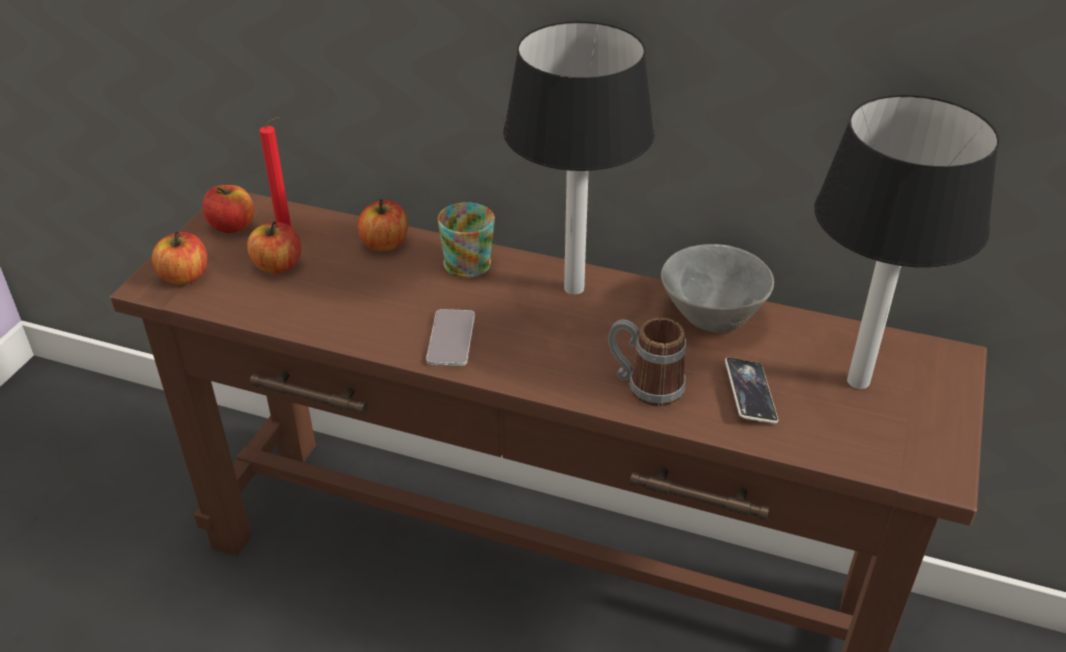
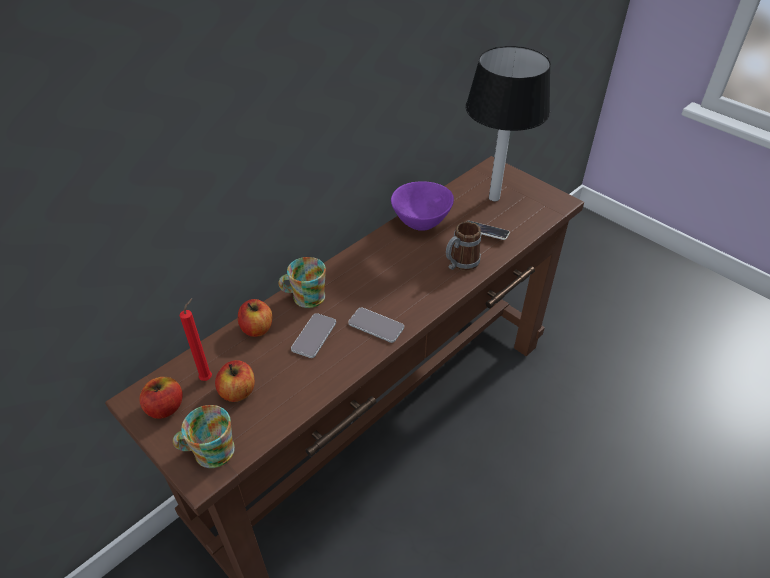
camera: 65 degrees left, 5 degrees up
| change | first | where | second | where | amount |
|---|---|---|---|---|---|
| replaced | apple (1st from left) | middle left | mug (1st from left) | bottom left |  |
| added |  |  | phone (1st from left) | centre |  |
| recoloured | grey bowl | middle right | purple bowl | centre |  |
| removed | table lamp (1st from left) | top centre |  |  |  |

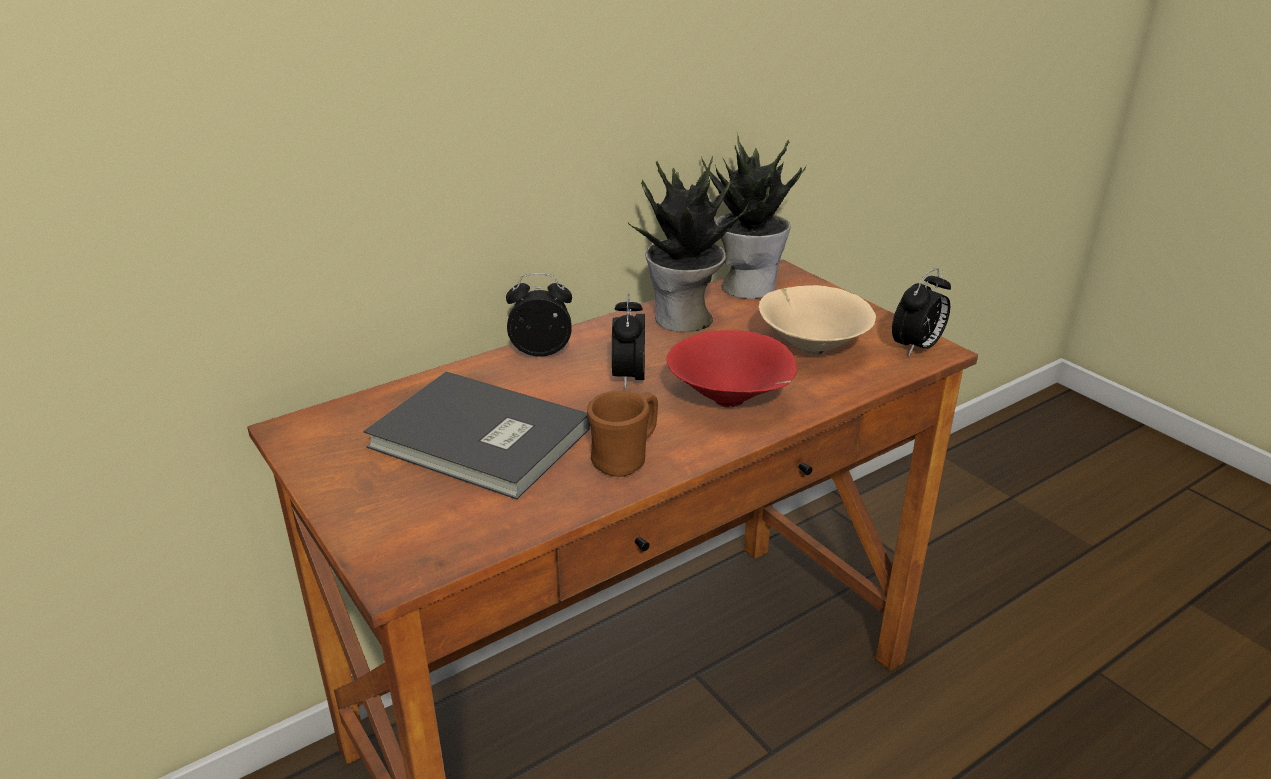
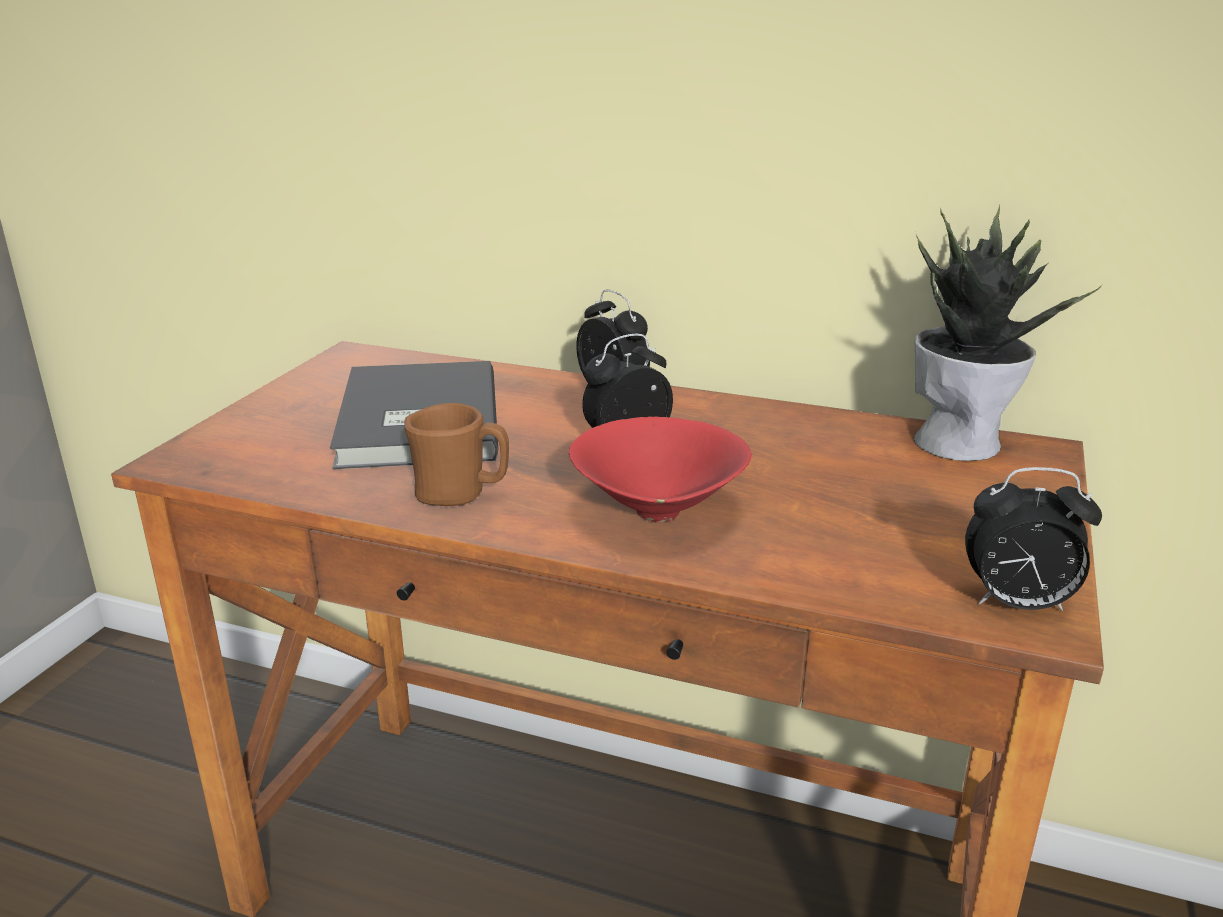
camera: 55 degrees right, 5 degrees down
| change | first | where | second | where | amount |
|---|---|---|---|---|---|
| removed | potted plant (1st from left) | top centre |  |  |  |
| removed | beige bowl | centre |  |  |  |

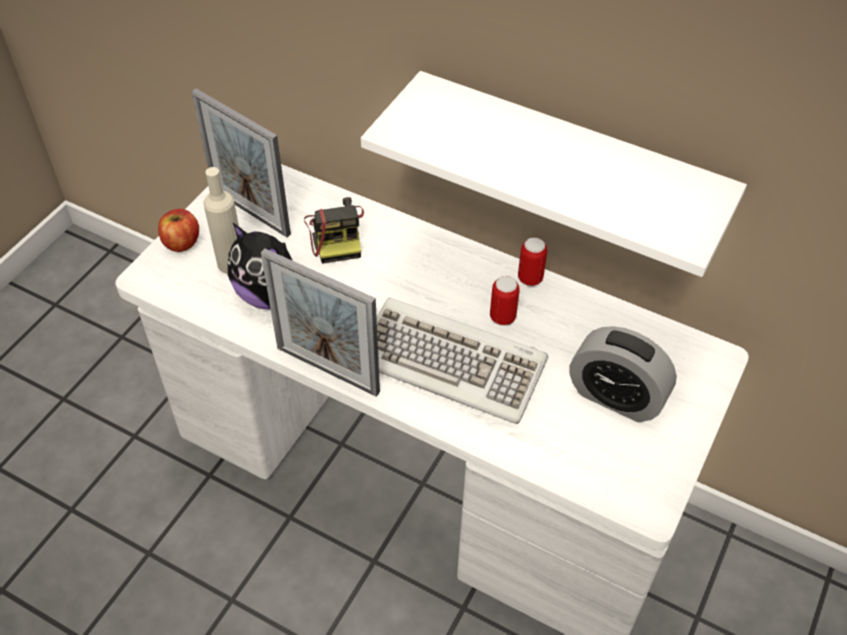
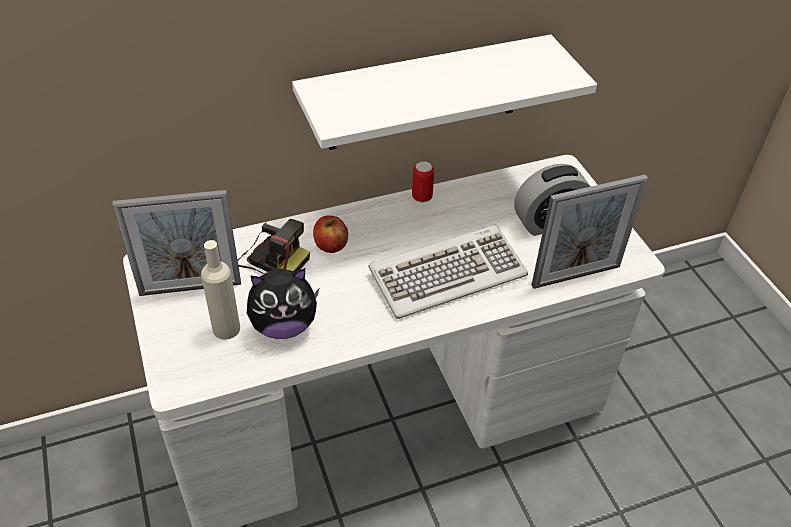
camera: 50 degrees left, 5 degrees down
| change | first | where | second | where | amount |
|---|---|---|---|---|---|
| moved | apple | middle left |  | centre |  |
| moved | picture frame (2nd from left) | centre |  | middle right |  |
| removed | can (1st from left) | centre |  |  |  |

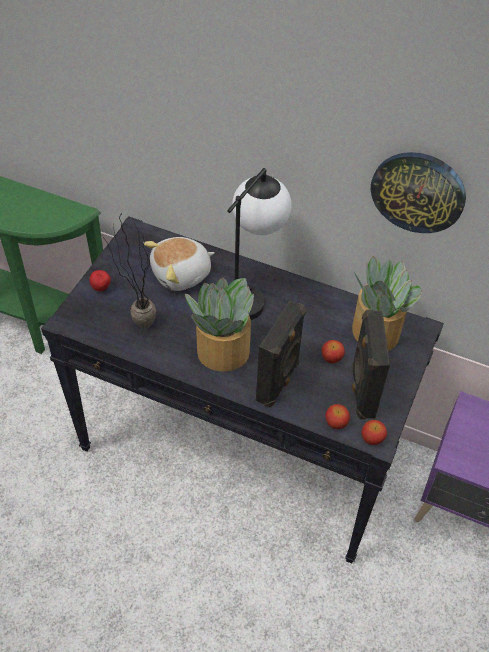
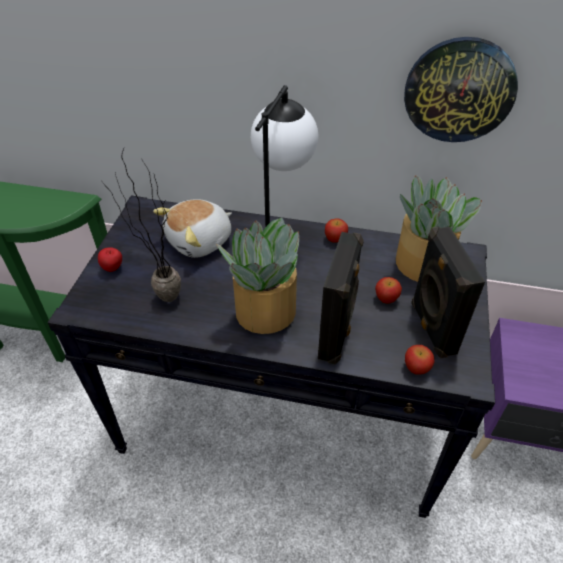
camera: 10 degrees left, 5 degrees down
| change | first | where | second | where | amount |
|---|---|---|---|---|---|
| moved | apple (4th from left in the first image) | middle right | apple (2nd from left) | centre |  |

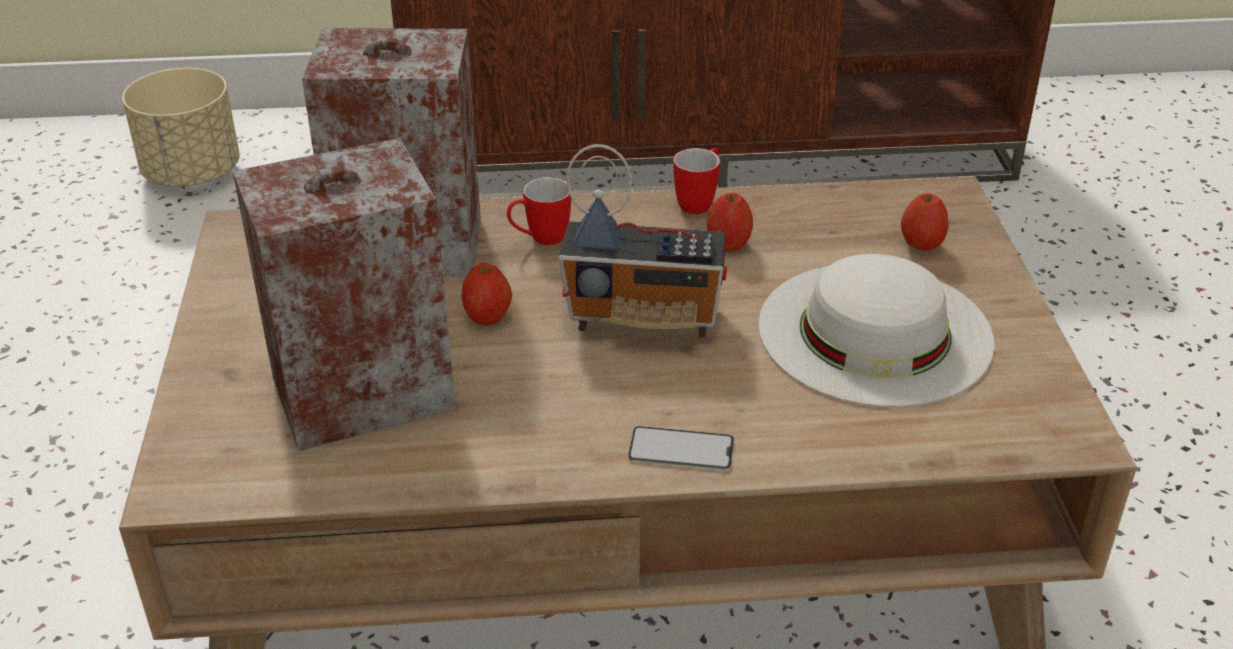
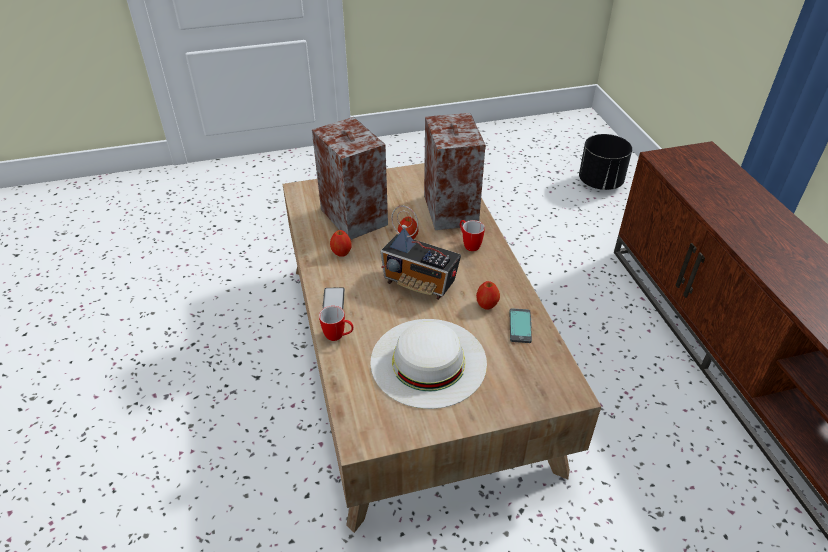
camera: 80 degrees right, 5 degrees up
| change | first | where | second | where | amount |
|---|---|---|---|---|---|
| moved | mug (2nd from left in the first image) | top centre | mug (1st from left) | centre |  |
| moved | apple (3rd from left in the first image) | middle right | apple (1st from left) | centre |  |
| turned | radio | centre |  | centre | 60 degrees counterclockwise |
| added |  |  | phone (2nd from left) | centre |  |
| recoloured | beige planter | top left | black planter | top right |  |

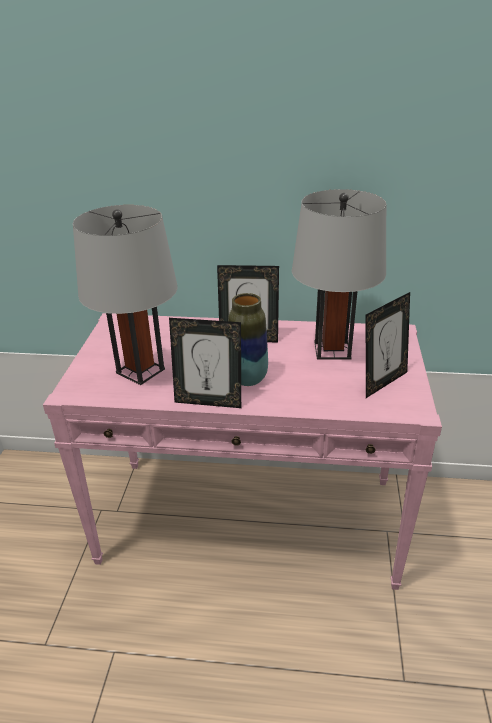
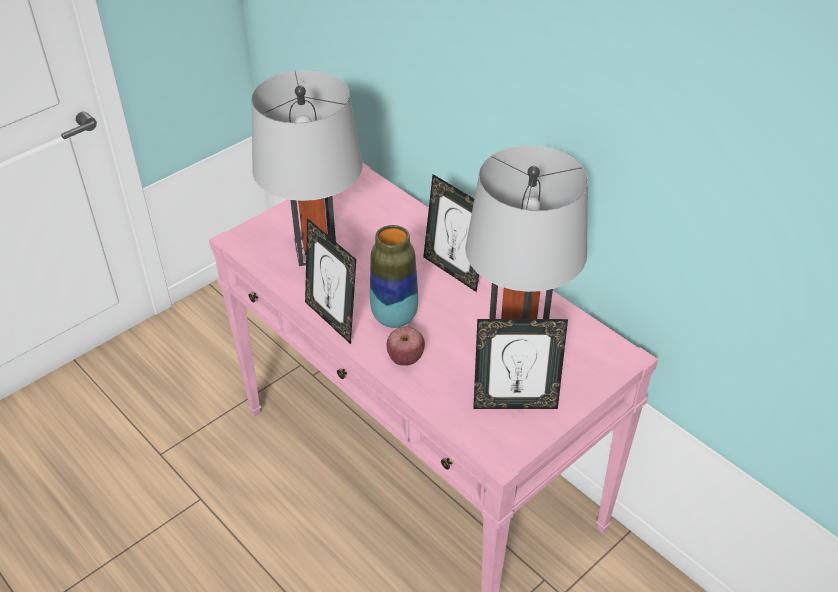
camera: 40 degrees right, 10 degrees up
| change | first | where | second | where | amount |
|---|---|---|---|---|---|
| added |  |  | apple | centre |  |

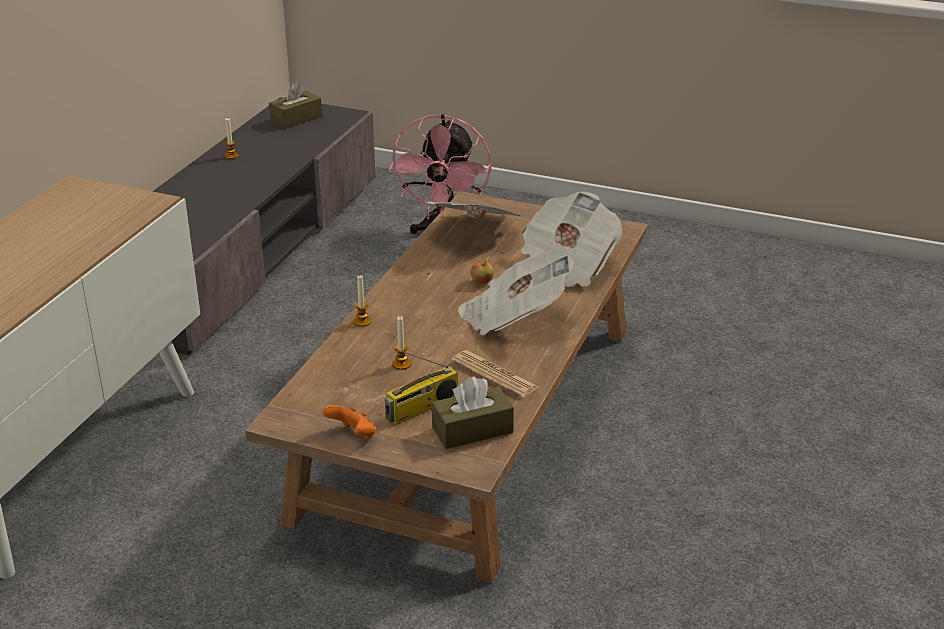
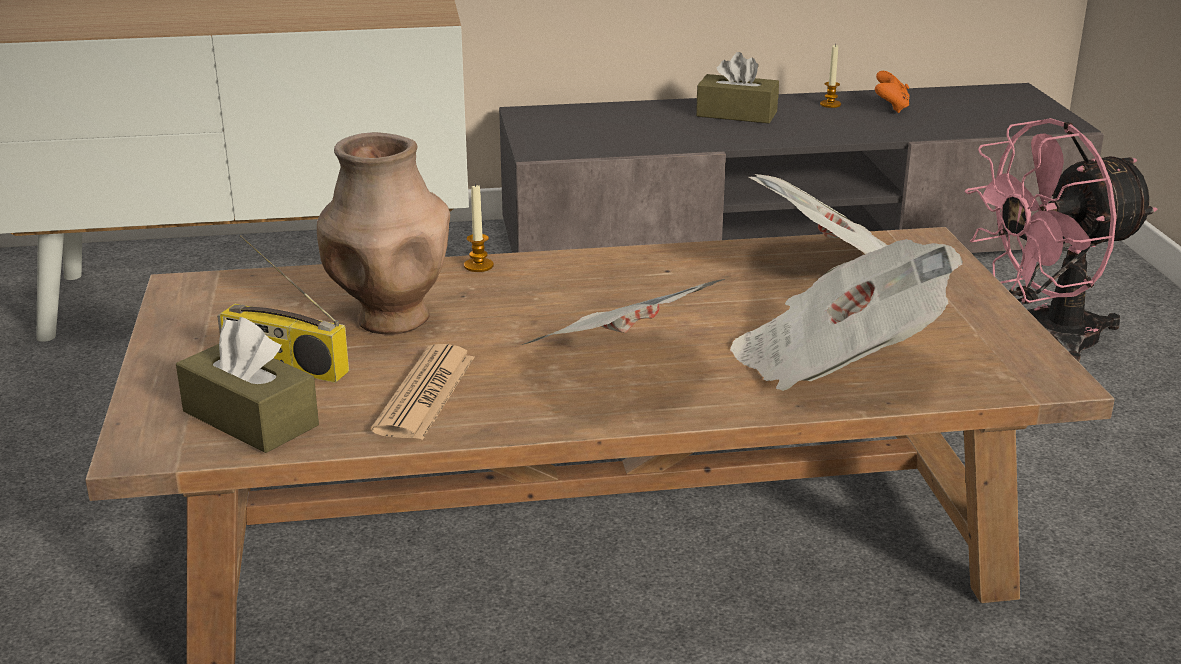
camera: 60 degrees right, 5 degrees down
| change | first | where | second | where | amount |
|---|---|---|---|---|---|
| replaced | candle (3rd from left) | centre | brown vase | middle left |  |
| moved | brown tissue box (1st from left in the first image) | top left | brown tissue box (2nd from left) | top centre |  |
| moved | orange game controller | bottom centre |  | top right |  |
| removed | apple | centre |  |  |  |

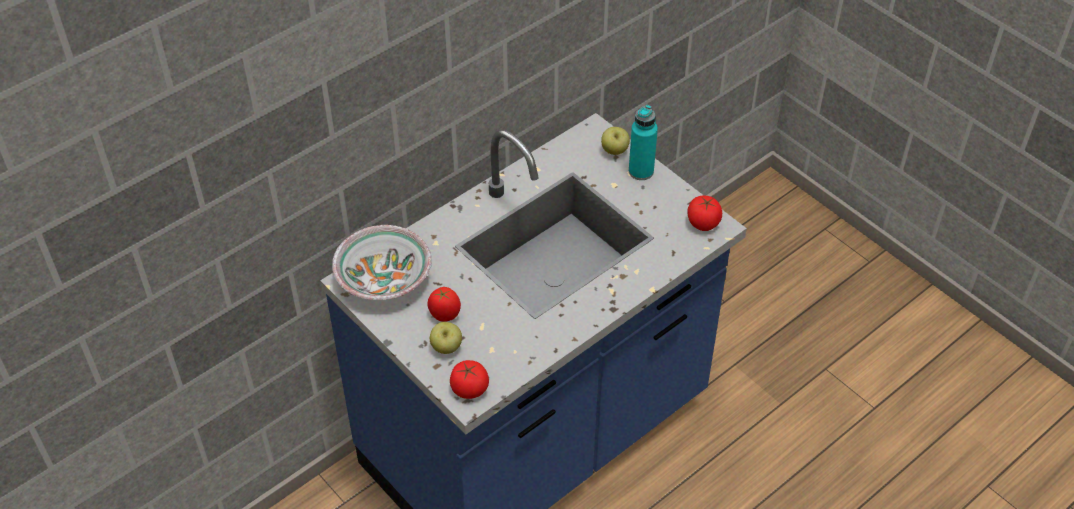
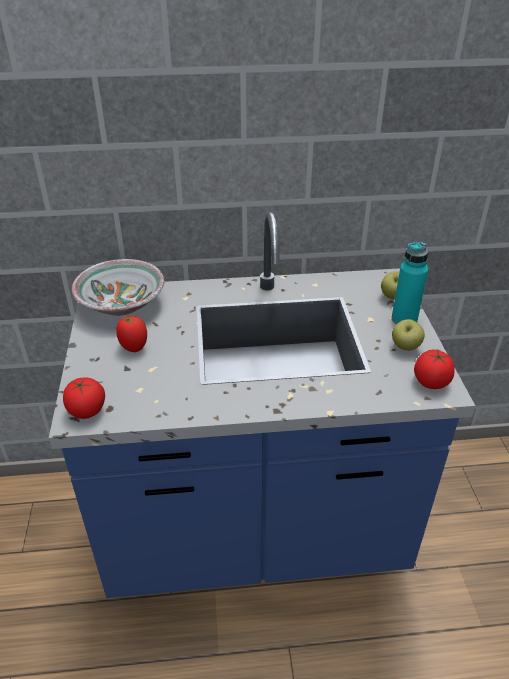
camera: 35 degrees right, 10 degrees down
| change | first | where | second | where | amount |
|---|---|---|---|---|---|
| moved | apple (1st from left in the first image) | centre | apple (2nd from left) | middle right |  |

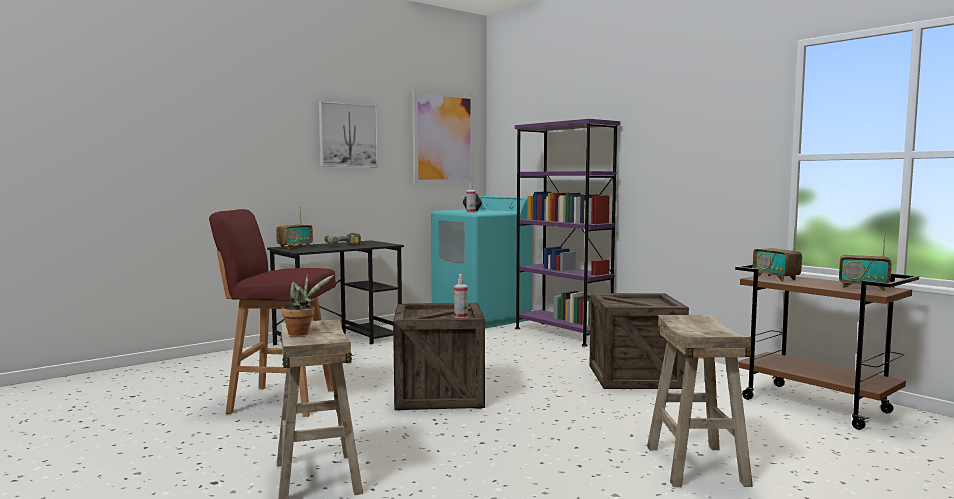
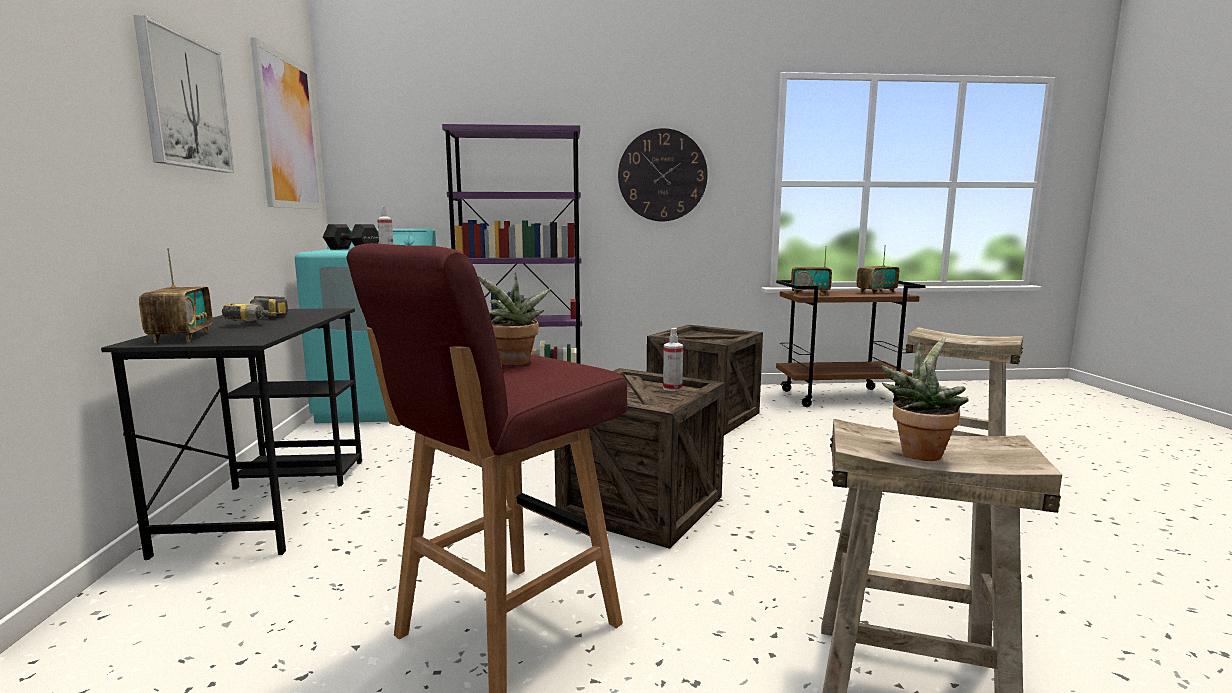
camera: 55 degrees left, 5 degrees up
| change | first | where | second | where | amount |
|---|---|---|---|---|---|
| added |  |  | potted plant (1st from left) | centre |  |
| added |  |  | wall clock | top centre |  |

